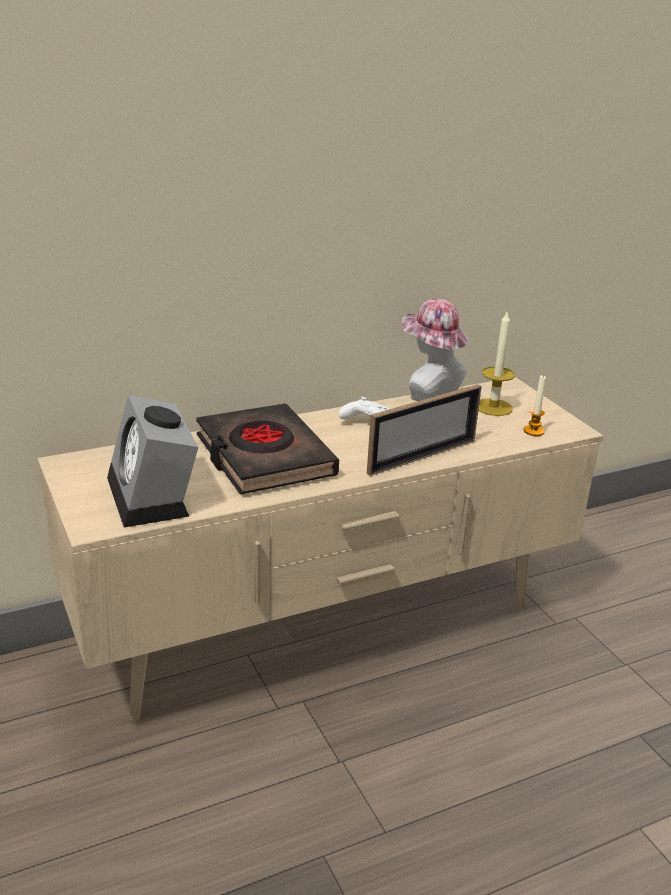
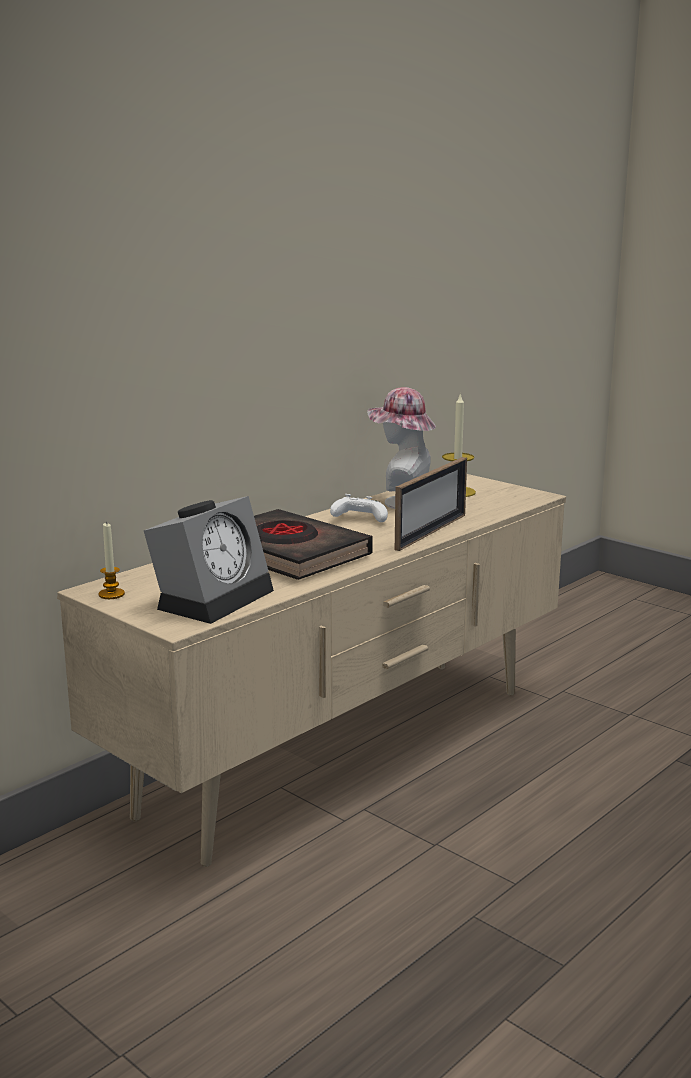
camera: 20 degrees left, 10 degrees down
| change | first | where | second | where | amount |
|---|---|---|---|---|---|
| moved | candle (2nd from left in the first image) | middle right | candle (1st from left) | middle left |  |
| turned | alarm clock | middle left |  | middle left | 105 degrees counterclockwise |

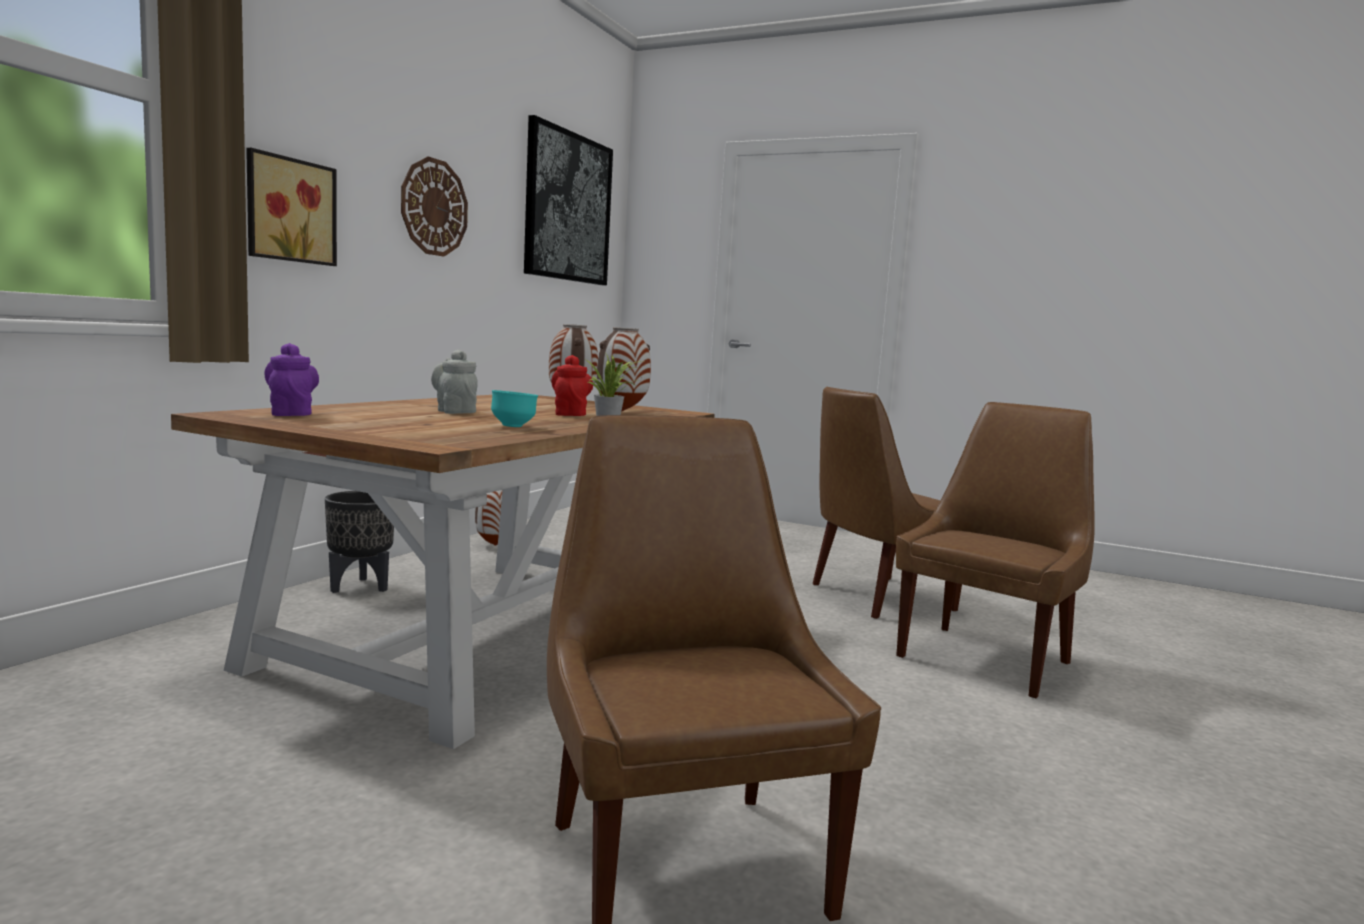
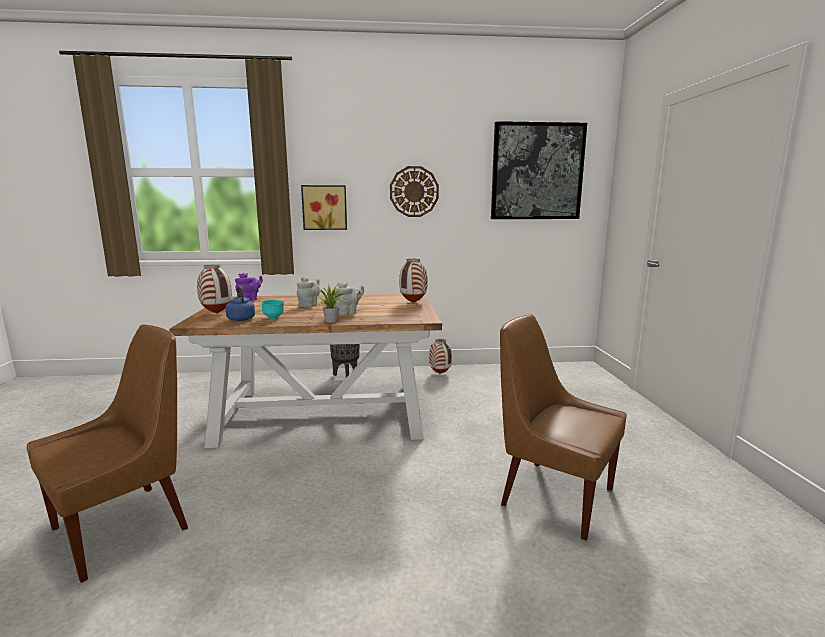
camera: 60 degrees right, 5 degrees up
| change | first | where | second | where | amount |
|---|---|---|---|---|---|
| moved | vase (3rd from left in the first image) | centre | vase (1st from left) | middle left |  |
| added |  |  | blue kettle | middle left |  |
| recoloured | red teapot | centre | grey teapot (2nd from left) | centre |  |
| removed | brown chair (3rd from left) | middle right |  |  |  |

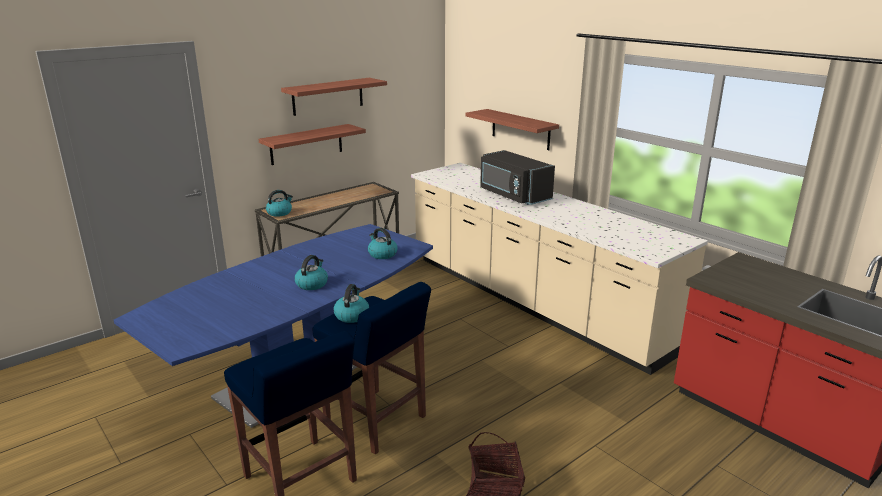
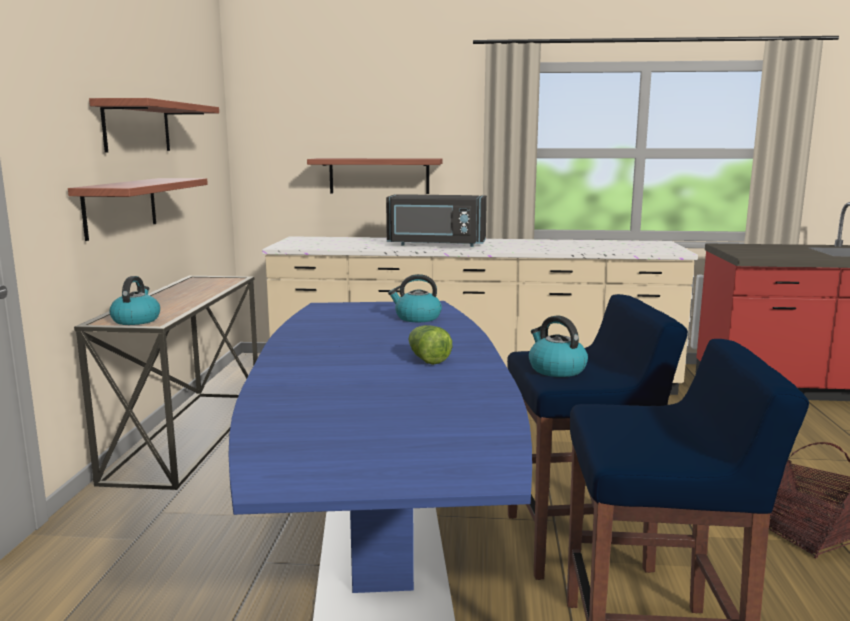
camera: 45 degrees left, 10 degrees down
| change | first | where | second | where | amount |
|---|---|---|---|---|---|
| replaced | kettle (2nd from left) | centre | lettuce | centre |  |

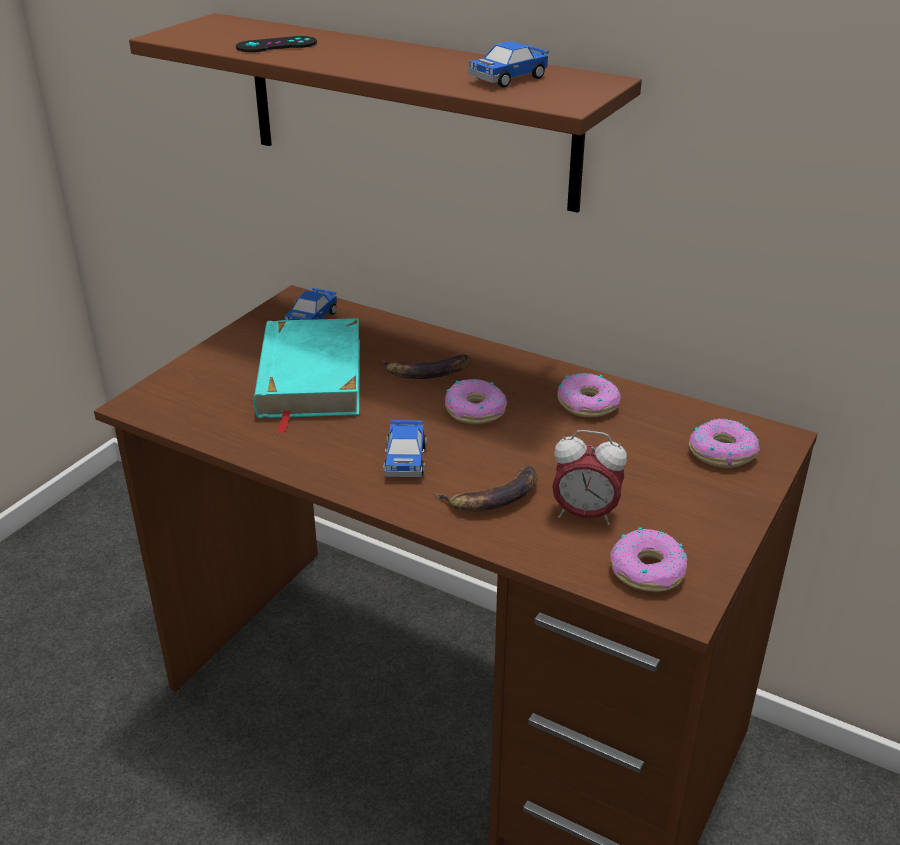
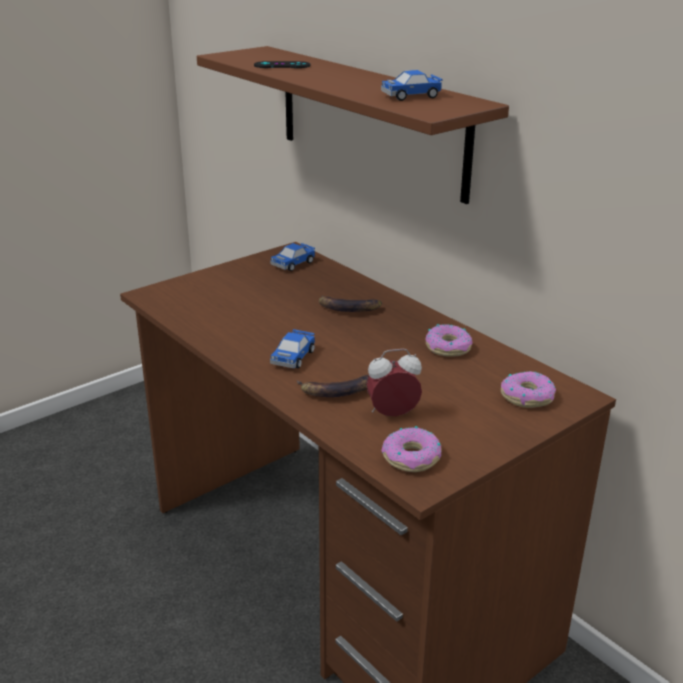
camera: 20 degrees right, 5 degrees down
| change | first | where | second | where | amount |
|---|---|---|---|---|---|
| turned | alarm clock | centre |  | centre | 135 degrees clockwise |
| removed | turquoise book | centre |  |  |  |
| removed | donut (1st from left) | centre |  |  |  |

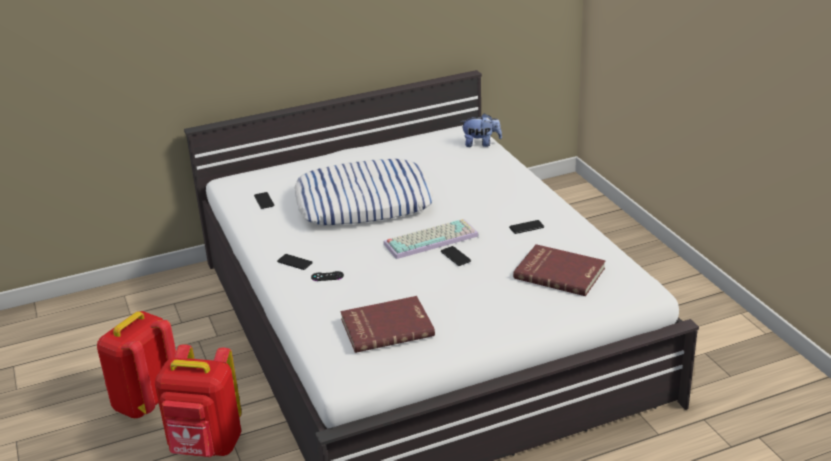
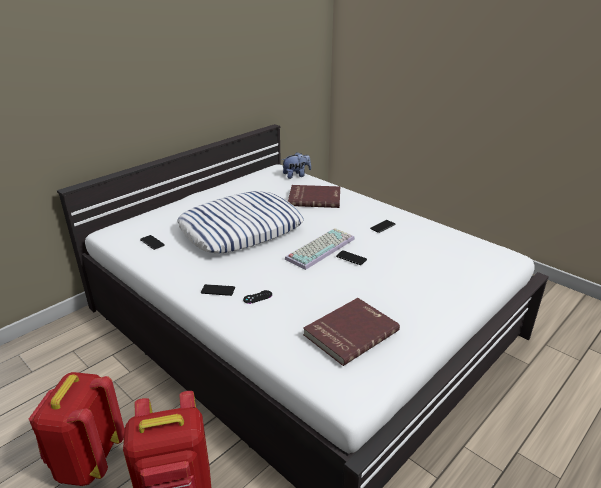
camera: 25 degrees left, 0 degrees up
| change | first | where | second | where | amount |
|---|---|---|---|---|---|
| moved | red book (2nd from left in the first image) | middle right | red book (1st from left) | centre |  |

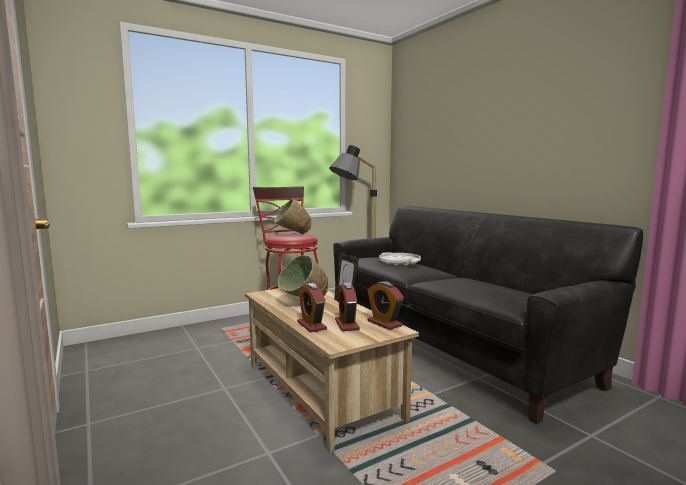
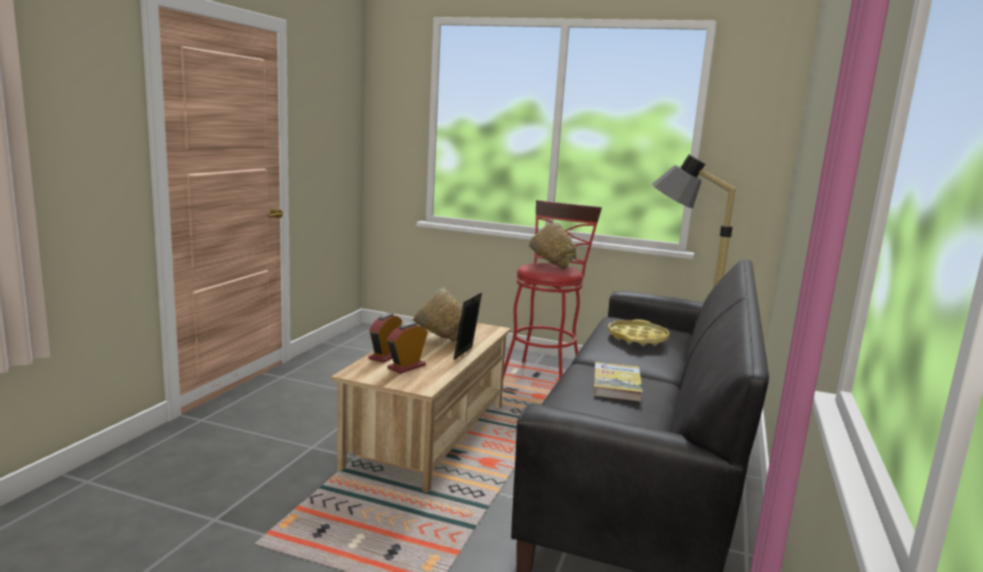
camera: 50 degrees right, 5 degrees up
| change | first | where | second | where | amount |
|---|---|---|---|---|---|
| added |  |  | book | centre |  |
| recoloured | white tray | centre | yellow tray | centre |  |
| removed | alarm clock (3rd from left) | centre |  |  |  |

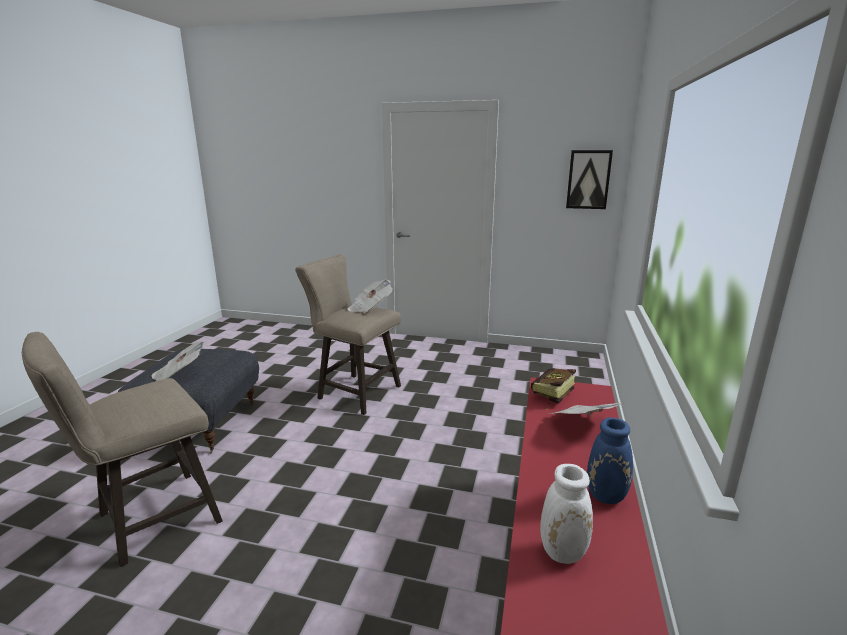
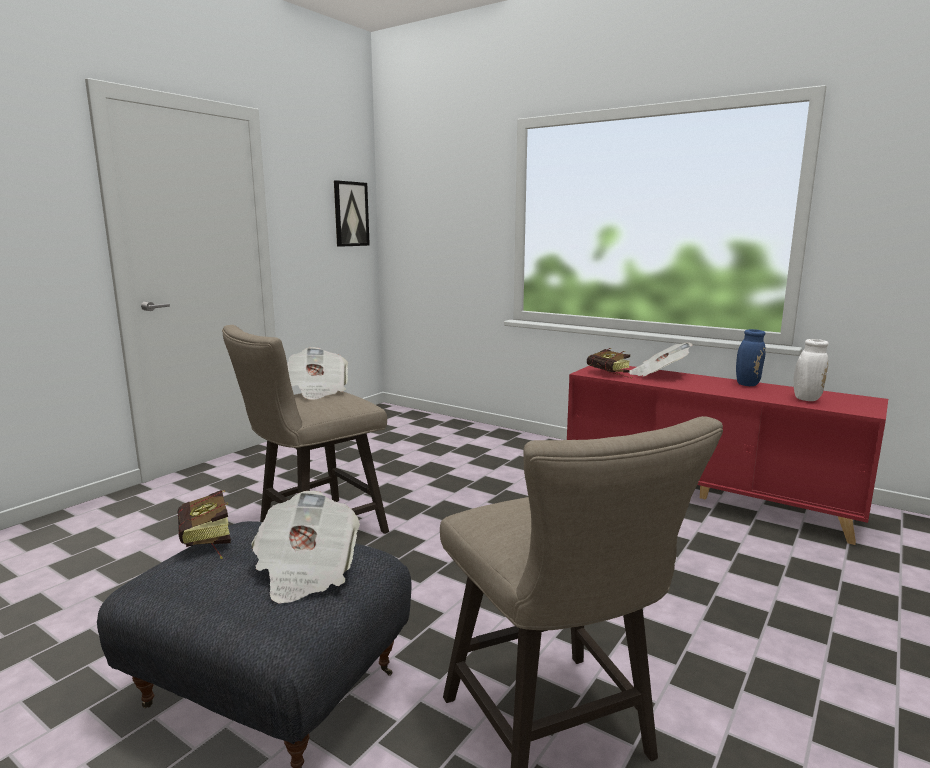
camera: 70 degrees left, 5 degrees down
| change | first | where | second | where | amount |
|---|---|---|---|---|---|
| added |  |  | book (1st from left) | bottom left |  |

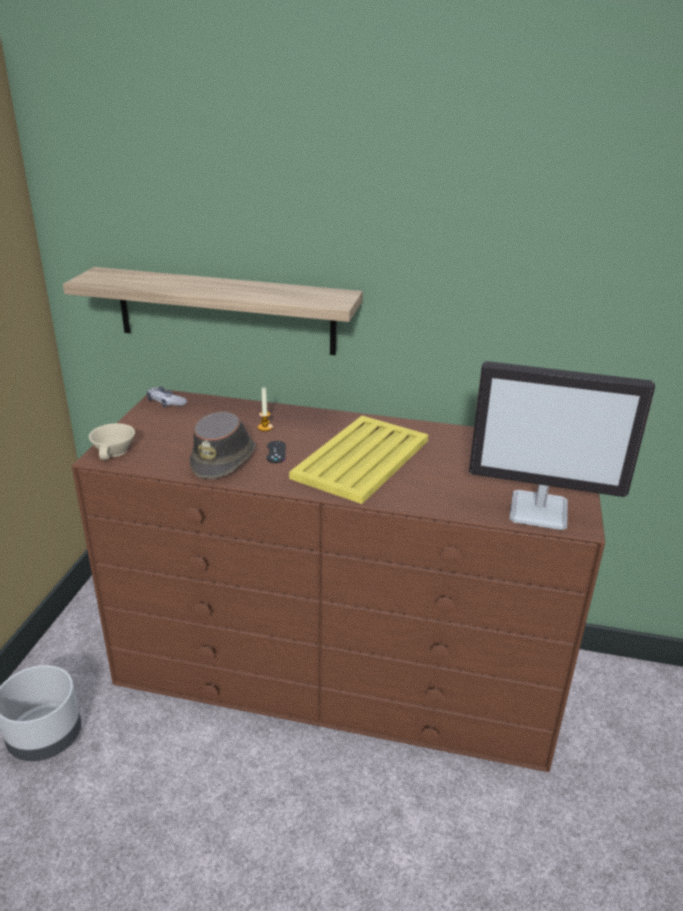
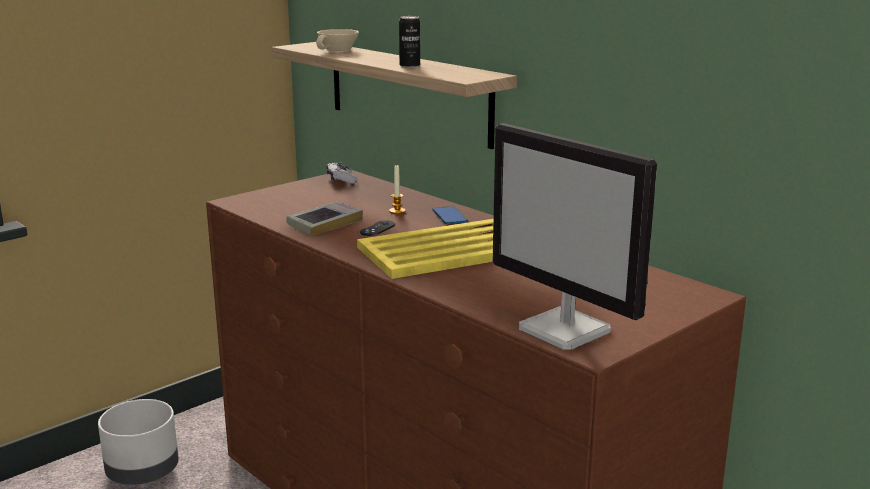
camera: 35 degrees right, 10 degrees down
| change | first | where | second | where | amount |
|---|---|---|---|---|---|
| replaced | brown hat | middle left | book | centre |  |
| moved | beige cup | middle left |  | top centre |  |
| added |  |  | can | top centre |  |
| added |  |  | phone | centre |  |

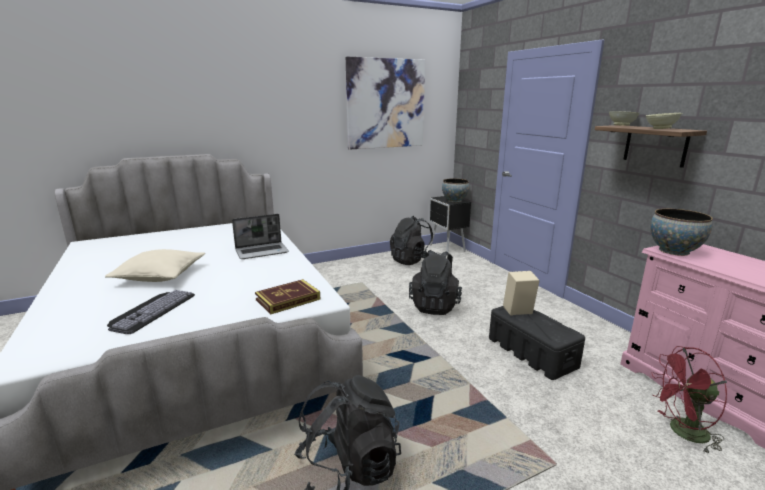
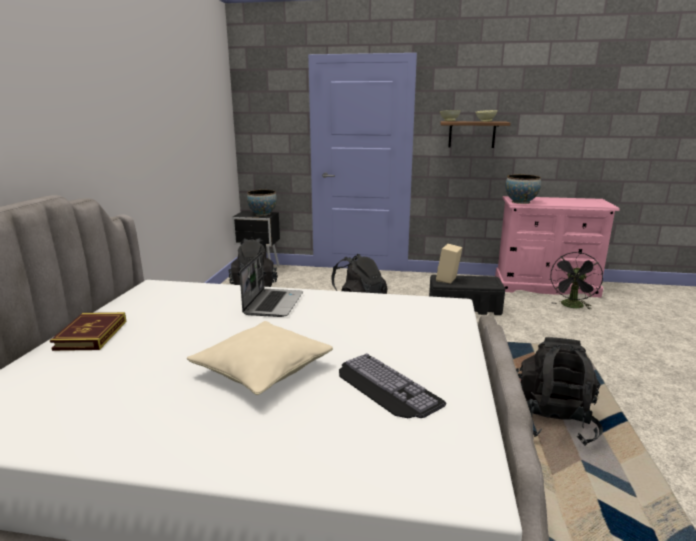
camera: 55 degrees left, 0 degrees up
| change | first | where | second | where | amount |
|---|---|---|---|---|---|
| moved | book | centre |  | middle left |  |
| recoloured | red fan | bottom right | black fan | middle right |  |
| removed | picture | top centre |  |  |  |

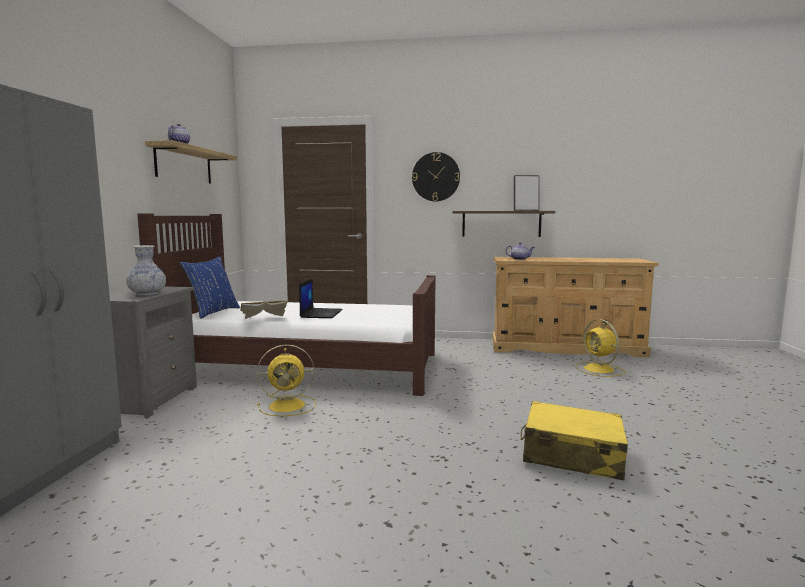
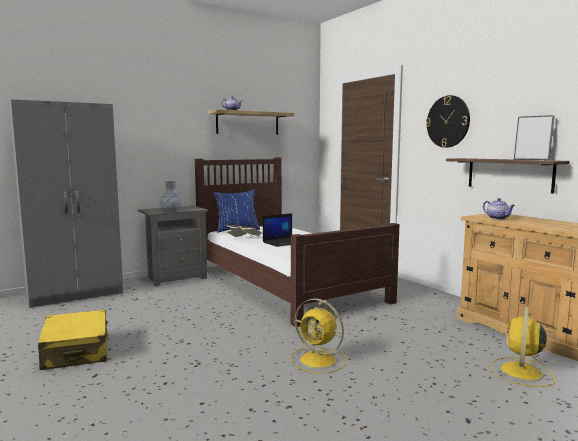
camera: 50 degrees right, 0 degrees up
| change | first | where | second | where | amount |
|---|---|---|---|---|---|
| moved | yellow suitcase | bottom right |  | bottom left |  |
| moved | yellow fan (1st from left) | centre |  | bottom centre |  |

